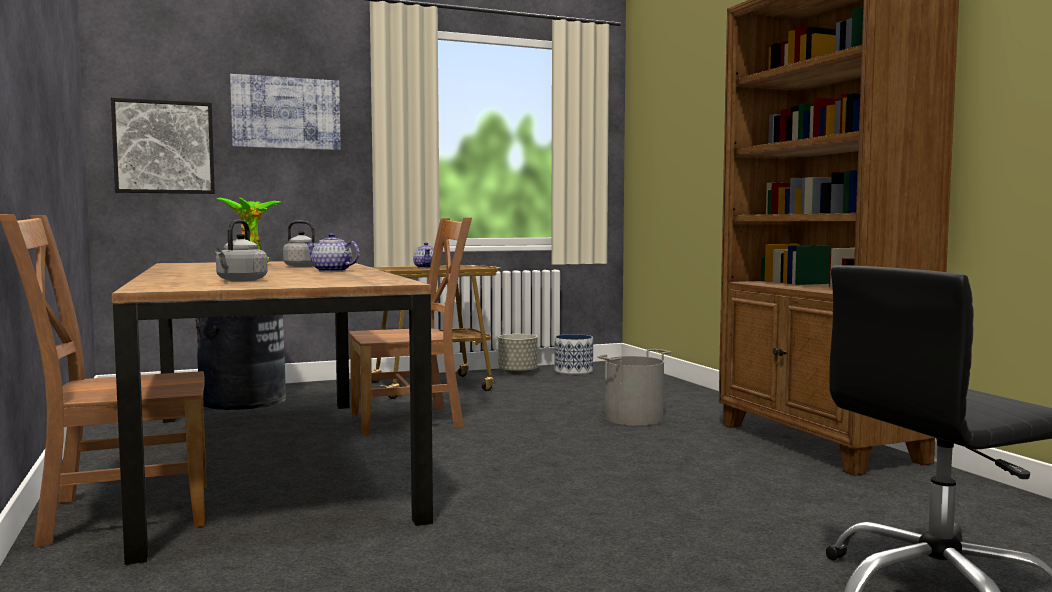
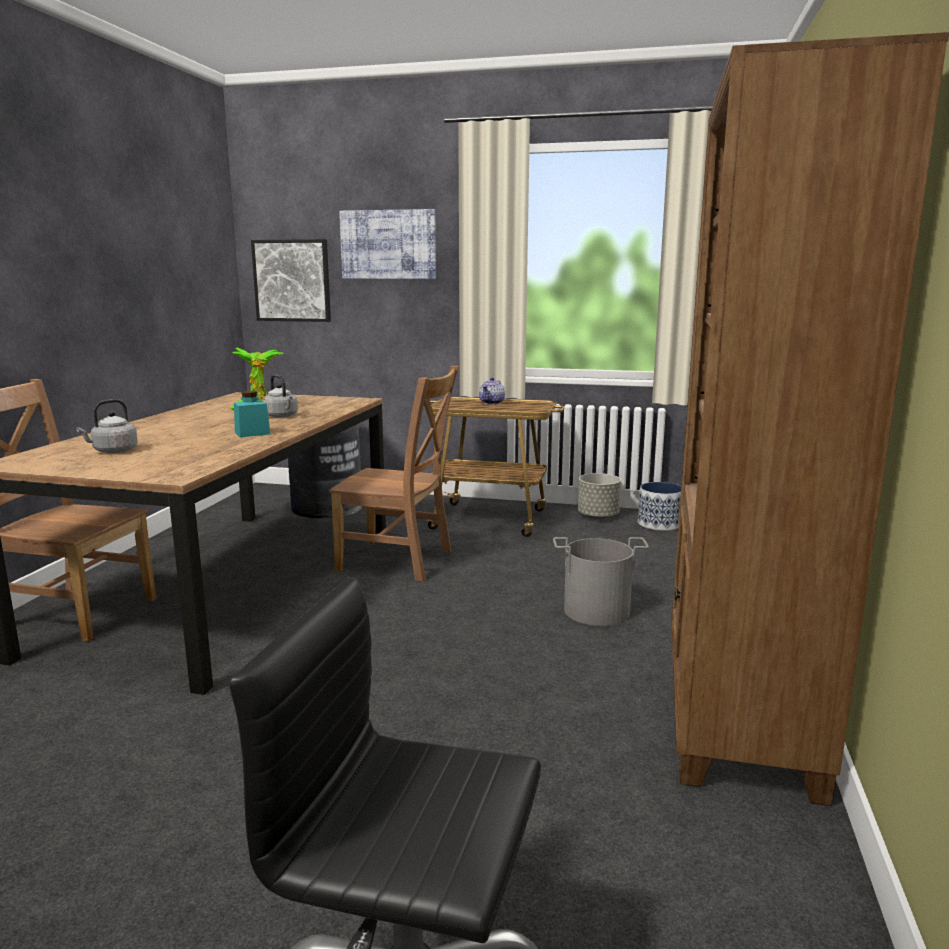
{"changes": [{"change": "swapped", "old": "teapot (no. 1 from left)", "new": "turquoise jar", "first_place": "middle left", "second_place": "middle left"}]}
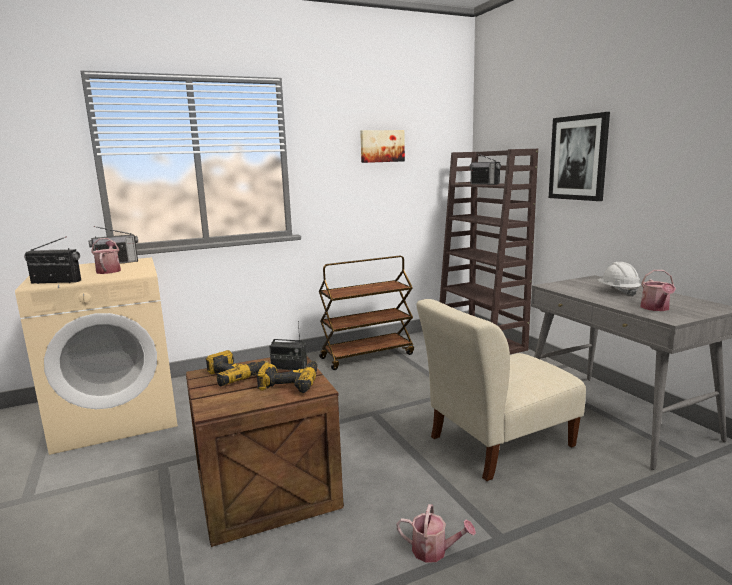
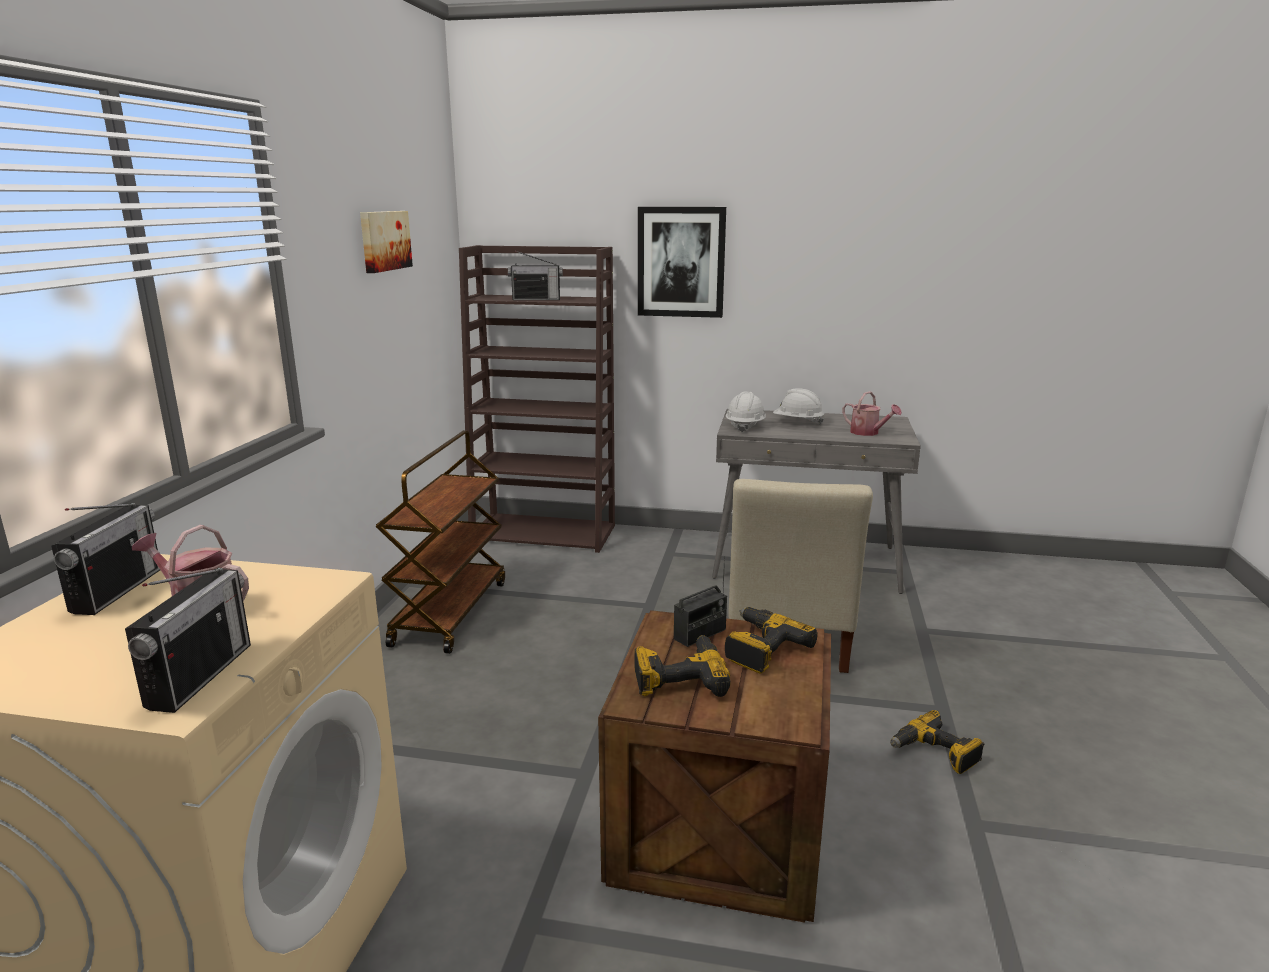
{"changes": [{"change": "rotated", "old": "radio (no. 1 from left in the first image)", "first_place": "middle left", "second_place": "middle left", "degrees": 150}, {"change": "new", "new": "white hard hat (no. 1 from left)", "second_place": "centre"}, {"change": "swapped", "old": "watering can (no. 2 from left)", "new": "power drill (no. 3 from left)", "first_place": "bottom centre", "second_place": "bottom right"}]}
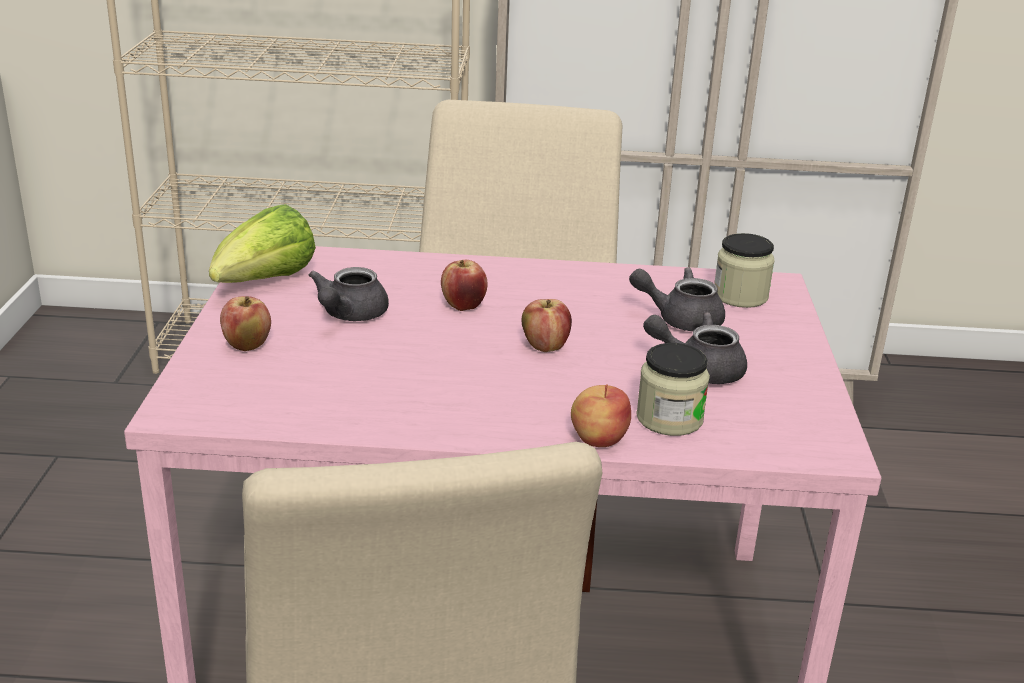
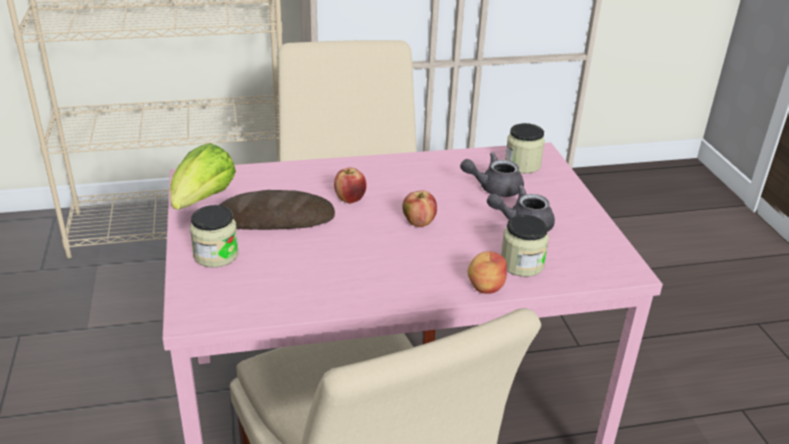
{"changes": [{"change": "swapped", "old": "apple (no. 1 from left)", "new": "jar (no. 1 from left)", "first_place": "middle left", "second_place": "middle left"}, {"change": "swapped", "old": "grey teapot (no. 1 from left)", "new": "bread", "first_place": "centre", "second_place": "centre"}]}
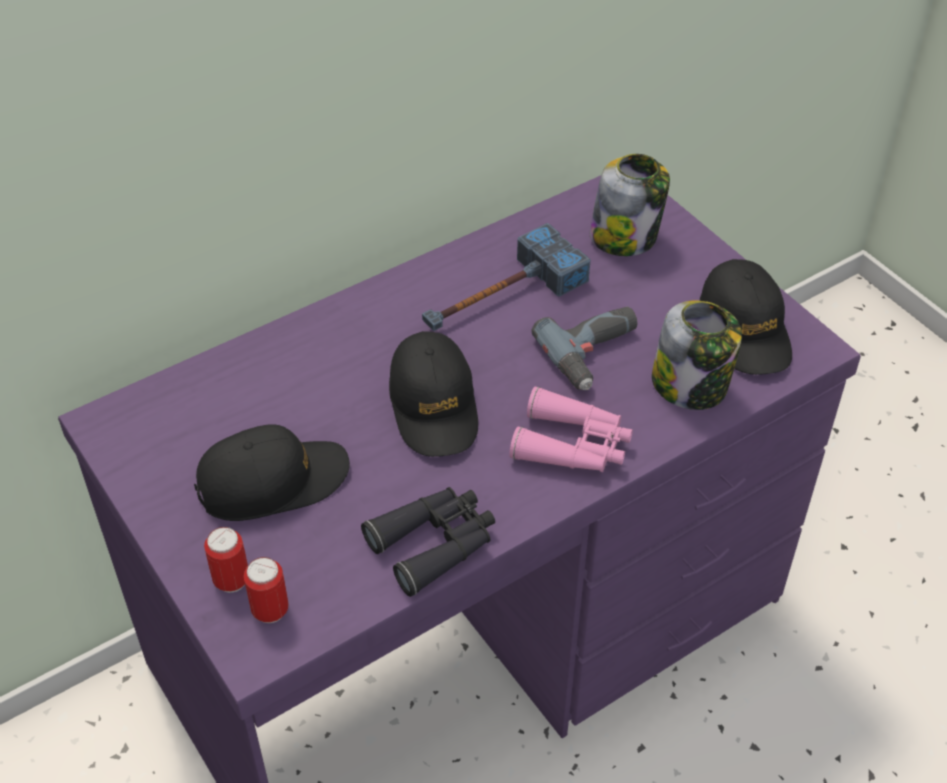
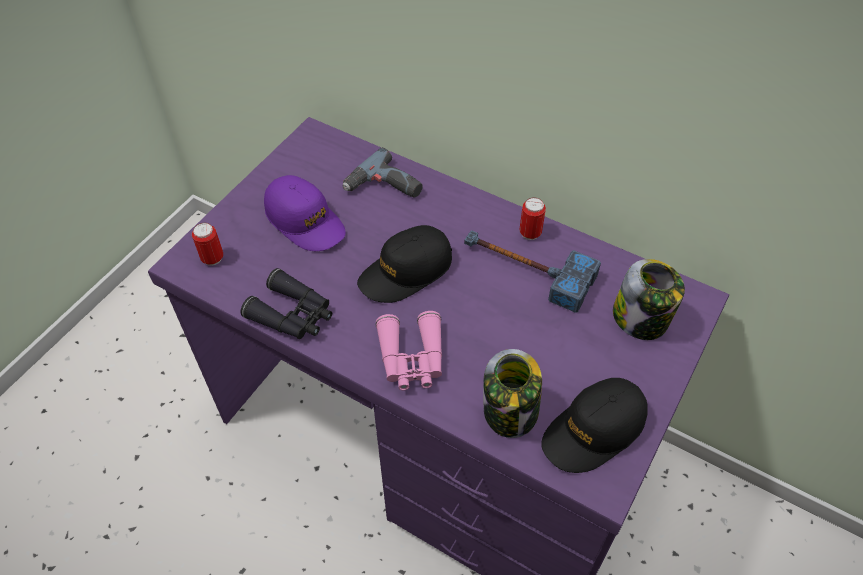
{"changes": [{"change": "repainted", "old": "black cap (no. 1 from left)", "new": "purple cap", "first_place": "middle left", "second_place": "centre"}, {"change": "shifted", "old": "power drill", "first_place": "centre", "second_place": "top centre"}, {"change": "shifted", "old": "can (no. 1 from left in the first image)", "new": "can (no. 2 from left)", "first_place": "bottom left", "second_place": "centre"}]}
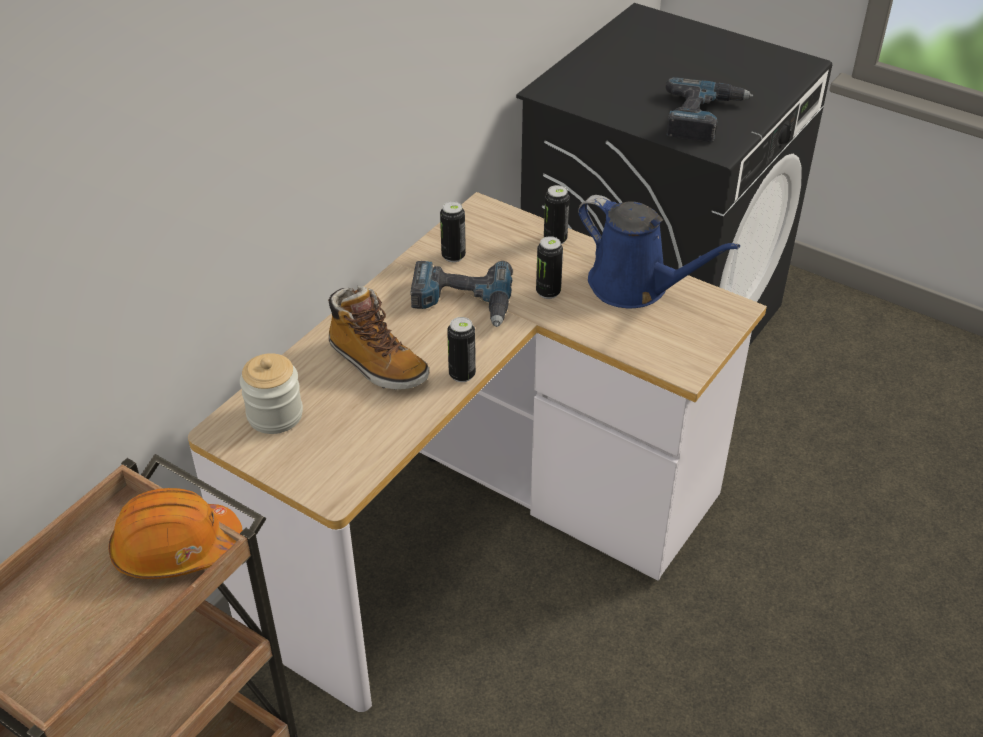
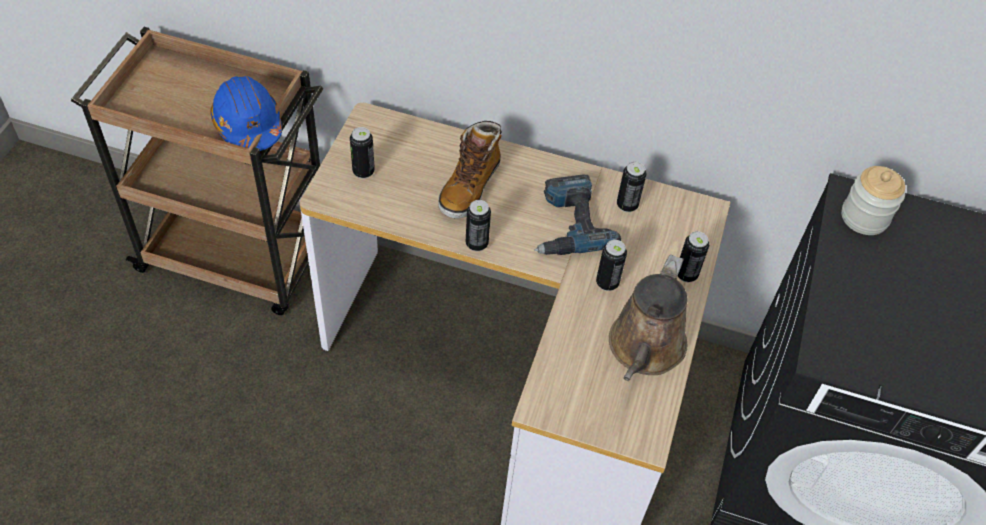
{"changes": [{"change": "repainted", "old": "orange hard hat", "new": "blue hard hat", "first_place": "bottom left", "second_place": "top left"}, {"change": "new", "new": "can (no. 1 from left)", "second_place": "top centre"}, {"change": "repainted", "old": "blue watering can", "new": "brown watering can", "first_place": "middle right", "second_place": "centre"}, {"change": "shifted", "old": "jar", "first_place": "middle left", "second_place": "middle right"}, {"change": "gone", "old": "power drill (no. 2 from left)", "first_place": "top right"}]}
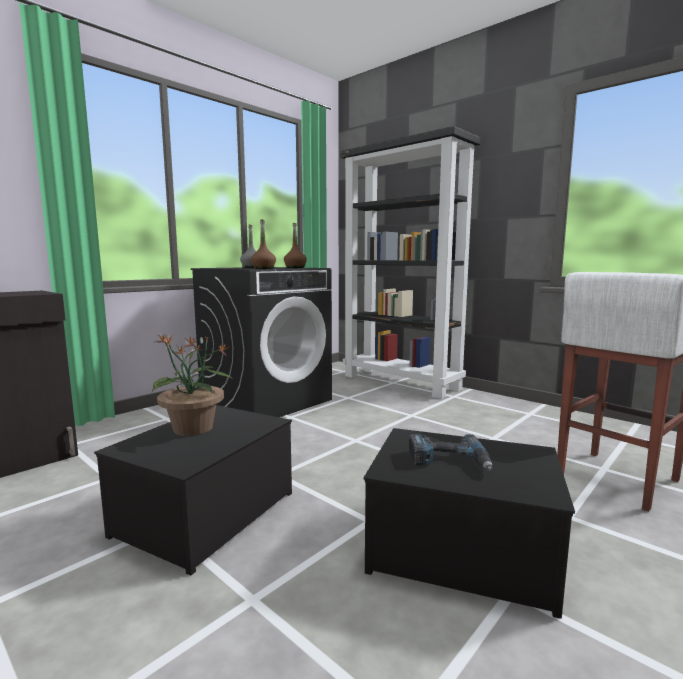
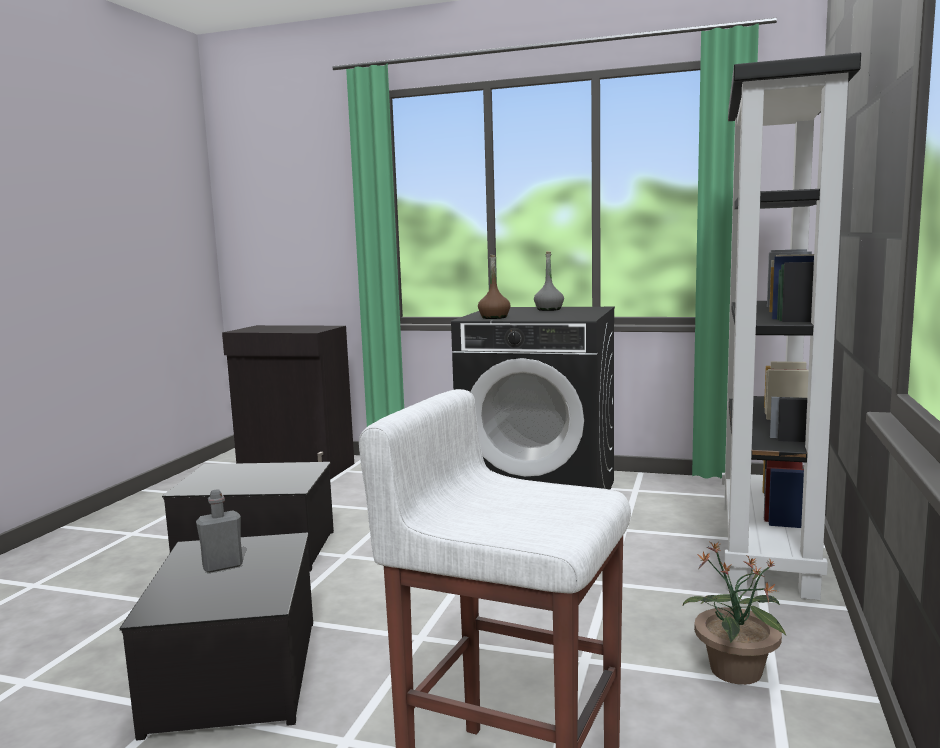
{"changes": [{"change": "swapped", "old": "power drill", "new": "grey bottle (no. 1 from left)", "first_place": "centre", "second_place": "bottom left"}, {"change": "shifted", "old": "potted plant", "first_place": "middle left", "second_place": "bottom right"}, {"change": "gone", "old": "brown bottle (no. 2 from left)", "first_place": "centre"}]}
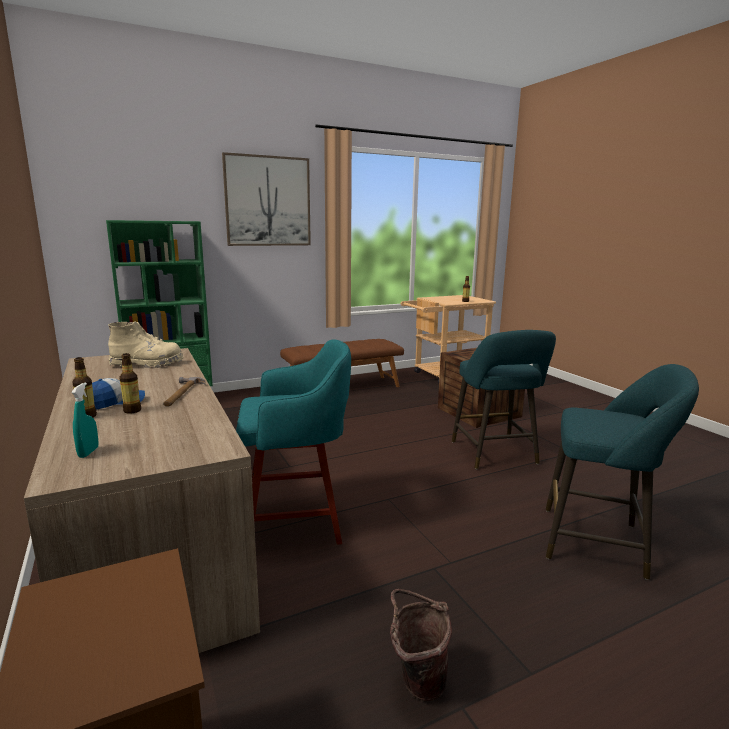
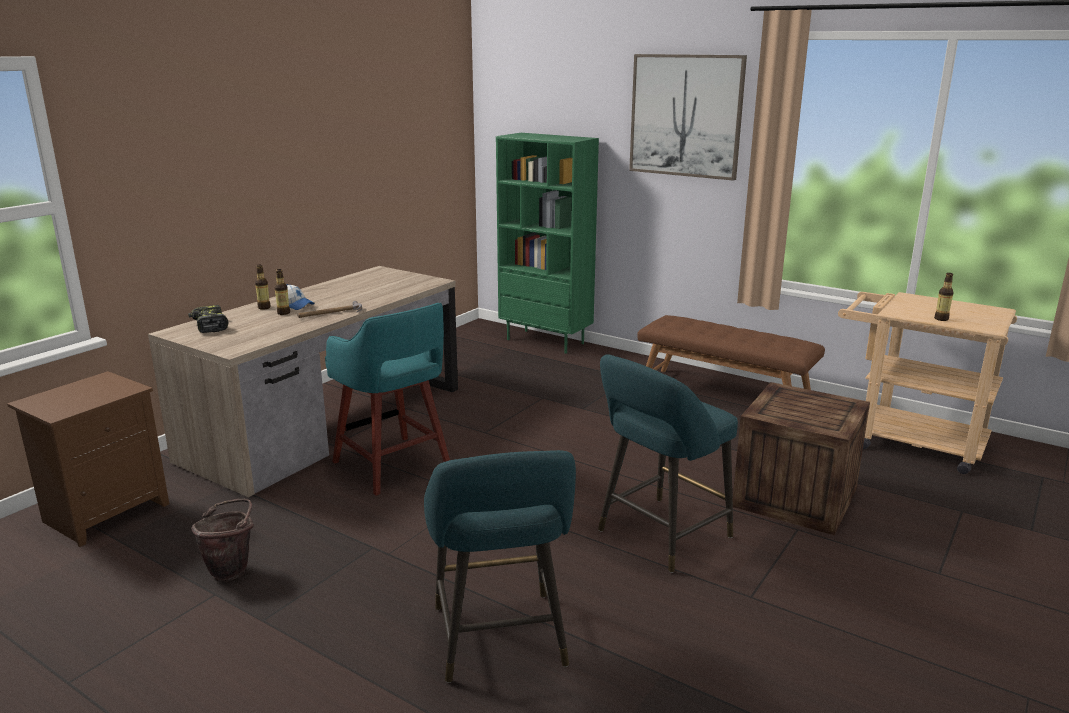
{"changes": [{"change": "swapped", "old": "turquoise spray bottle", "new": "power drill", "first_place": "middle left", "second_place": "middle left"}, {"change": "gone", "old": "beige boot", "first_place": "middle left"}]}
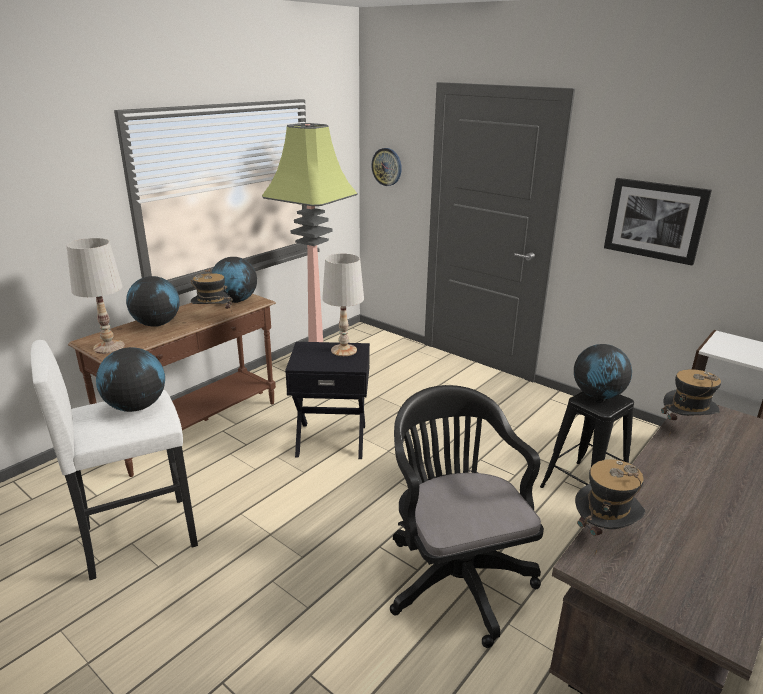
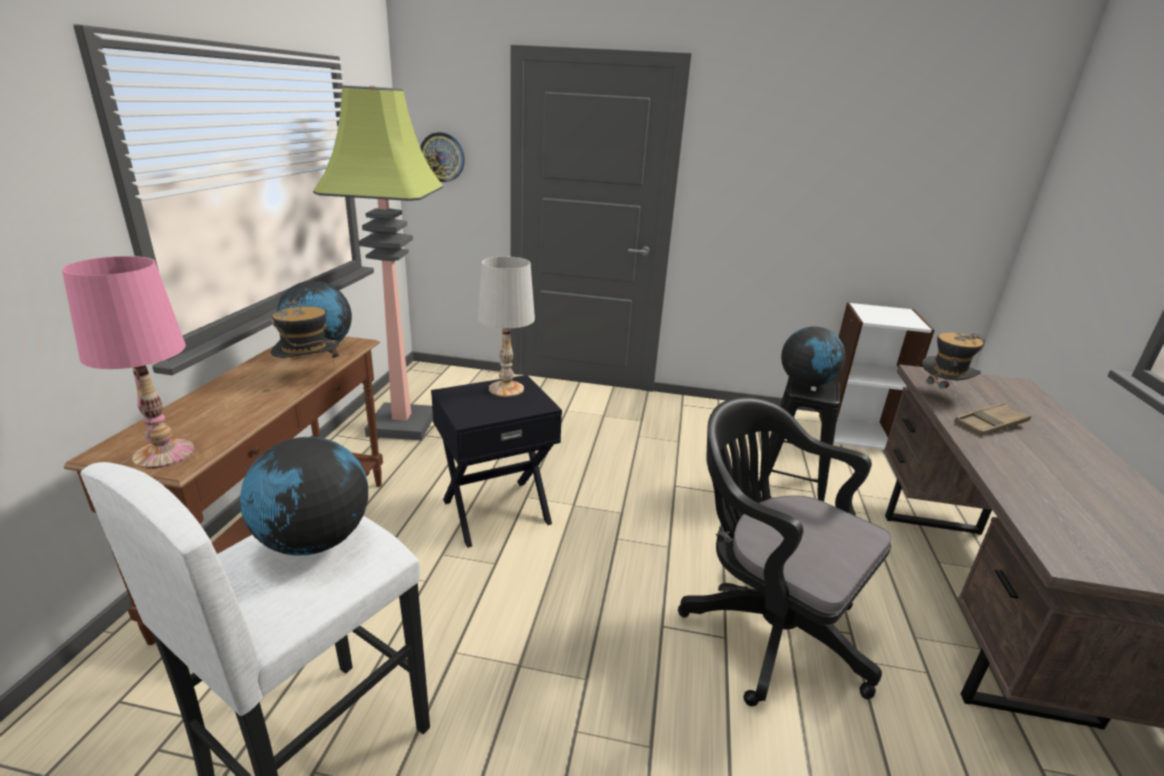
{"changes": [{"change": "repainted", "old": "white table lamp (no. 1 from left)", "new": "pink table lamp", "first_place": "middle left", "second_place": "middle left"}, {"change": "new", "new": "brown tray", "second_place": "middle right"}, {"change": "gone", "old": "globe (no. 2 from left)", "first_place": "middle left"}, {"change": "gone", "old": "hat (no. 2 from left)", "first_place": "bottom right"}, {"change": "gone", "old": "picture", "first_place": "top right"}]}
